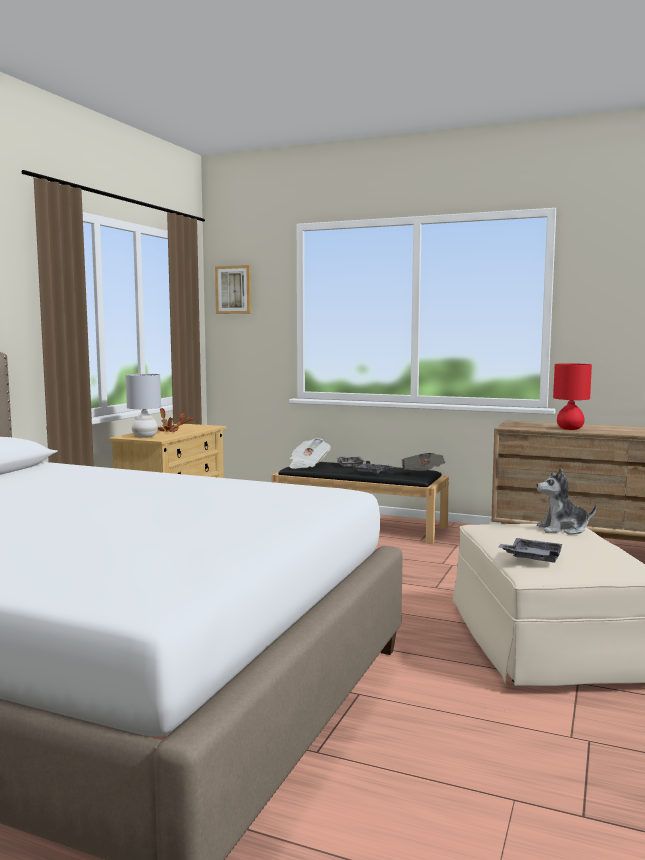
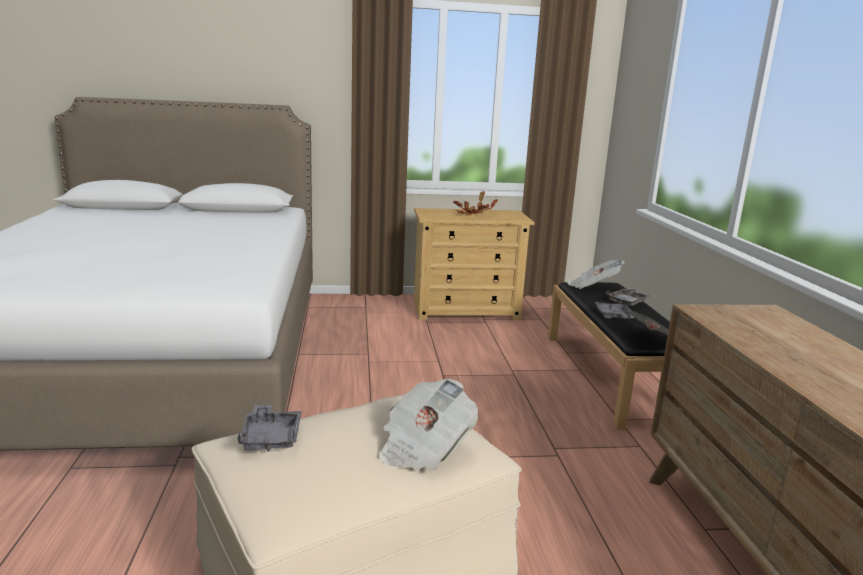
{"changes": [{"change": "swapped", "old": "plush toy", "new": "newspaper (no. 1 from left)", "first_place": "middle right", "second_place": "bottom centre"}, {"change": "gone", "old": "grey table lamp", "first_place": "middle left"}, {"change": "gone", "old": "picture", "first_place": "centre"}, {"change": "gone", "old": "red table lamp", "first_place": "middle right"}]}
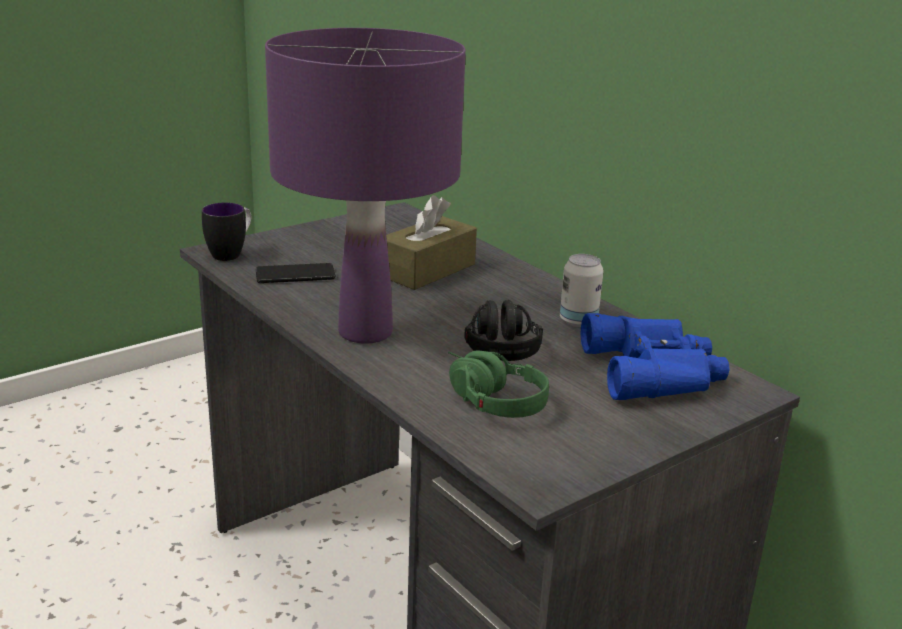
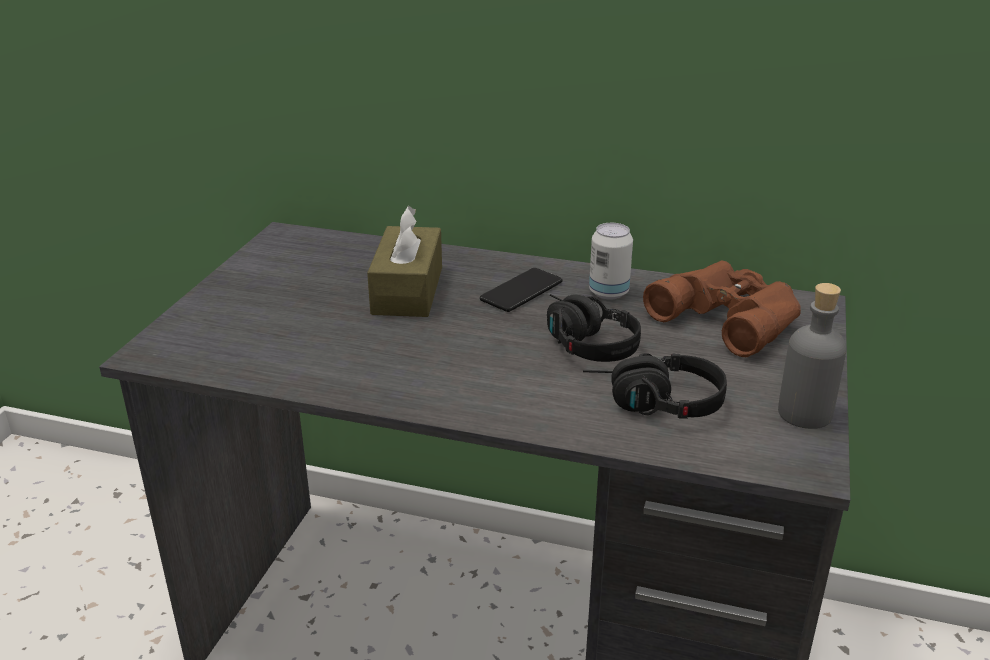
{"changes": [{"change": "shifted", "old": "phone", "first_place": "middle left", "second_place": "centre"}, {"change": "repainted", "old": "green headphones", "new": "black headphones (no. 2 from left)", "first_place": "centre", "second_place": "centre"}, {"change": "repainted", "old": "blue binoculars", "new": "brown binoculars", "first_place": "middle right", "second_place": "middle right"}, {"change": "new", "new": "grey bottle", "second_place": "middle right"}, {"change": "gone", "old": "mug", "first_place": "middle left"}, {"change": "gone", "old": "purple table lamp", "first_place": "top centre"}]}
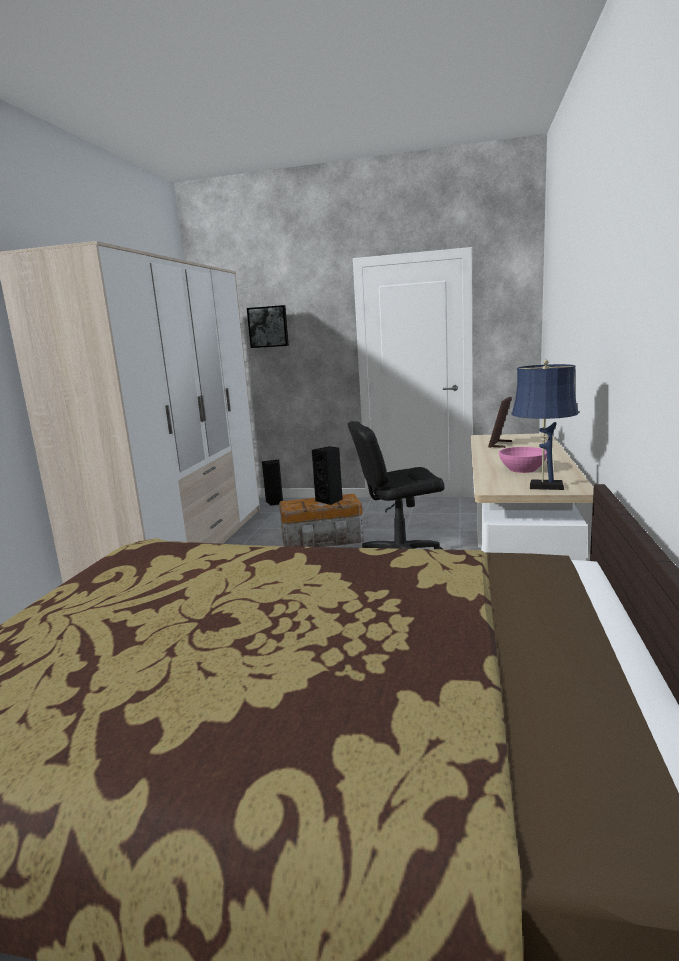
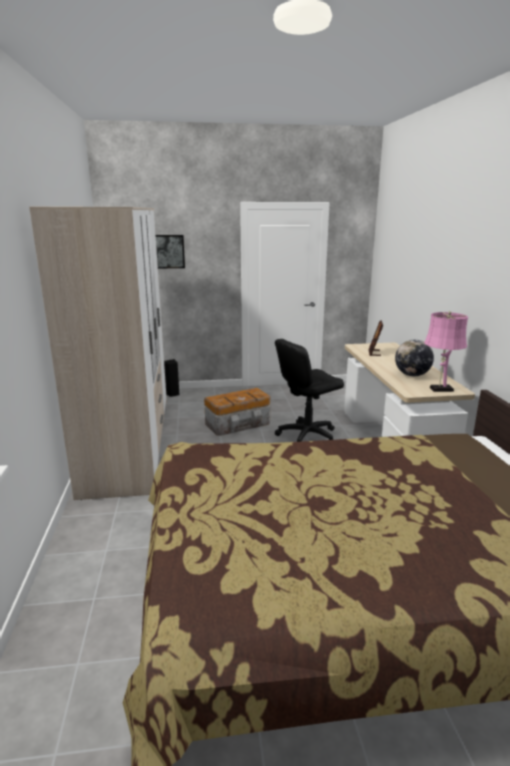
{"changes": [{"change": "swapped", "old": "pink bowl", "new": "globe", "first_place": "middle right", "second_place": "middle right"}, {"change": "repainted", "old": "blue table lamp", "new": "pink table lamp", "first_place": "middle right", "second_place": "middle right"}, {"change": "gone", "old": "black speaker (no. 2 from left)", "first_place": "centre"}]}
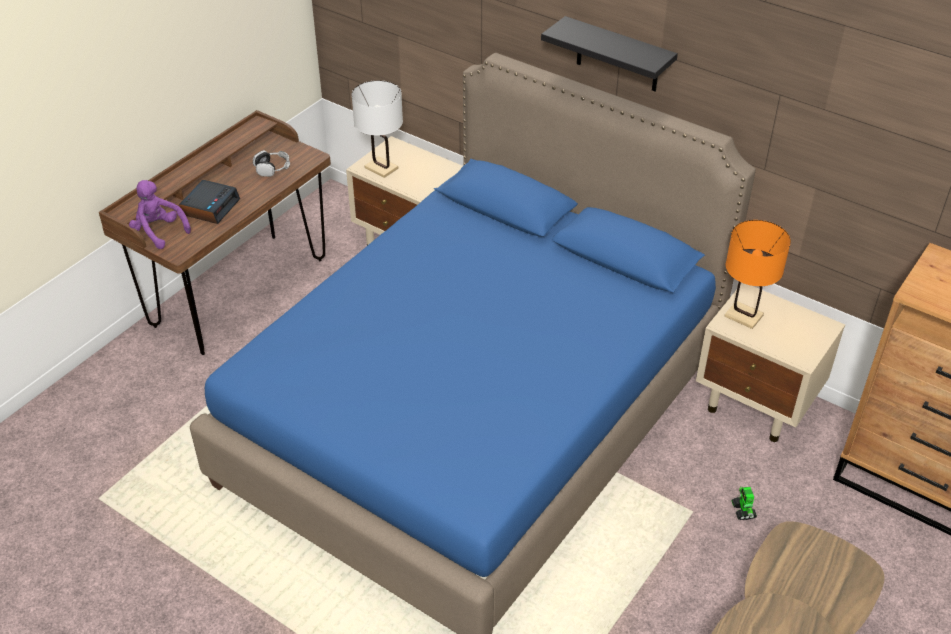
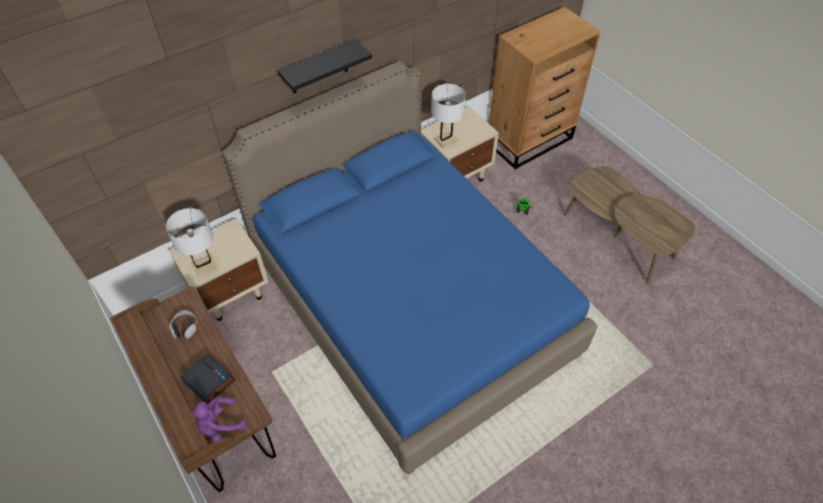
{"changes": [{"change": "repainted", "old": "orange table lamp", "new": "white table lamp (no. 2 from left)", "first_place": "middle right", "second_place": "top centre"}]}
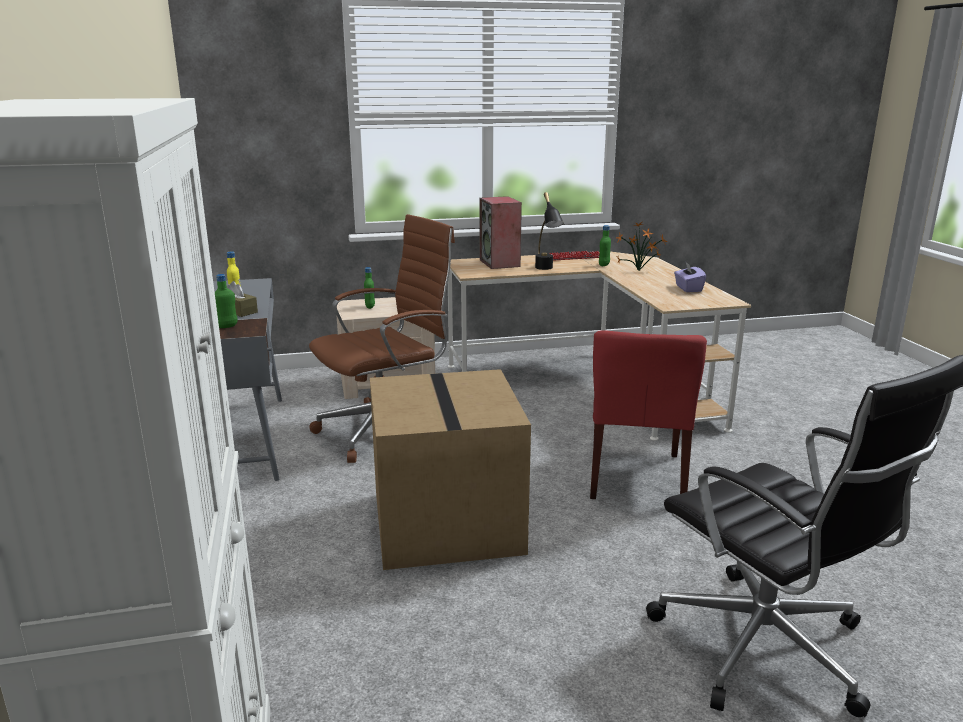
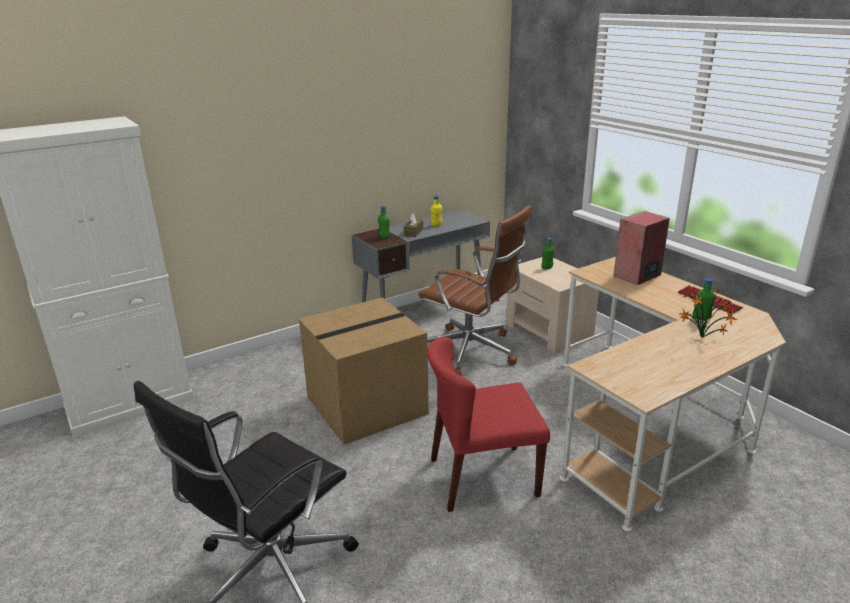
{"changes": [{"change": "gone", "old": "black table lamp", "first_place": "top centre"}, {"change": "gone", "old": "purple tissue box", "first_place": "middle right"}]}
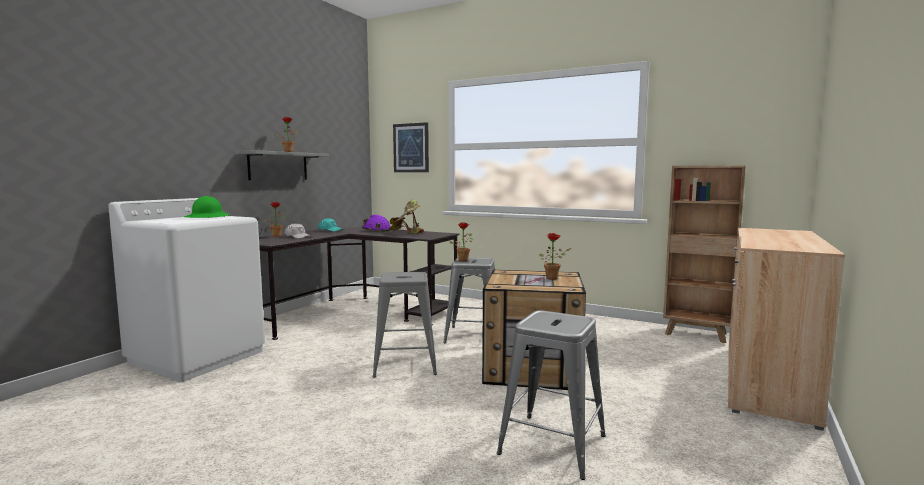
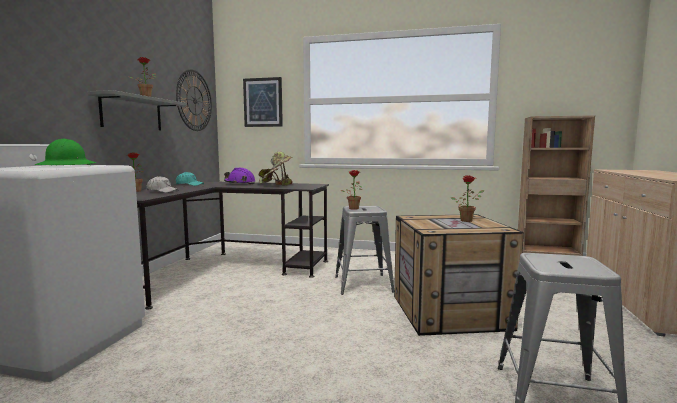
{"changes": [{"change": "new", "new": "wall clock", "second_place": "top left"}, {"change": "gone", "old": "grey stool (no. 1 from left)", "first_place": "bottom centre"}]}
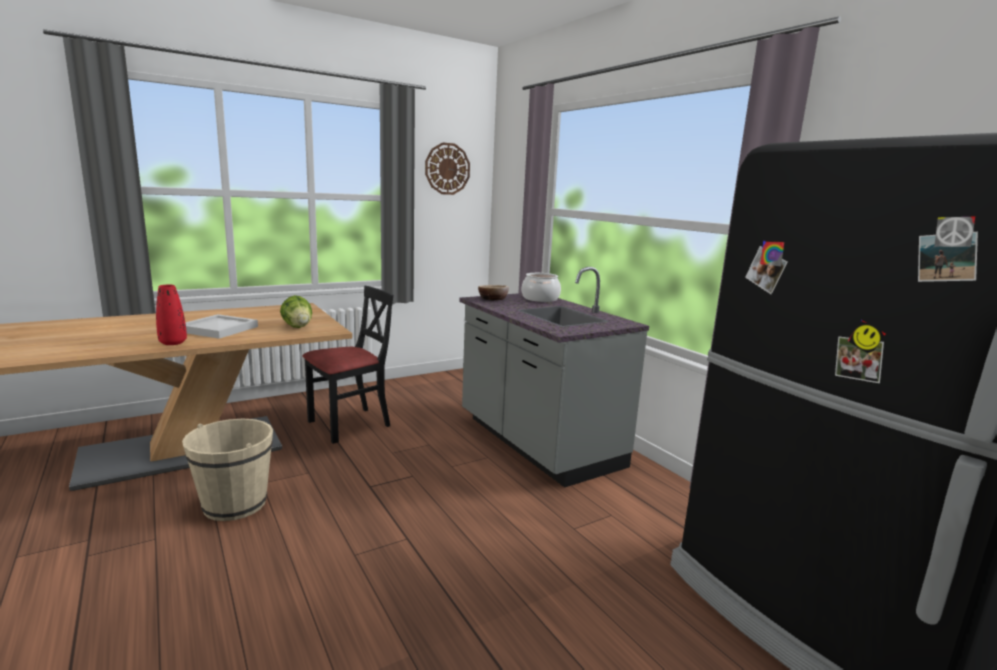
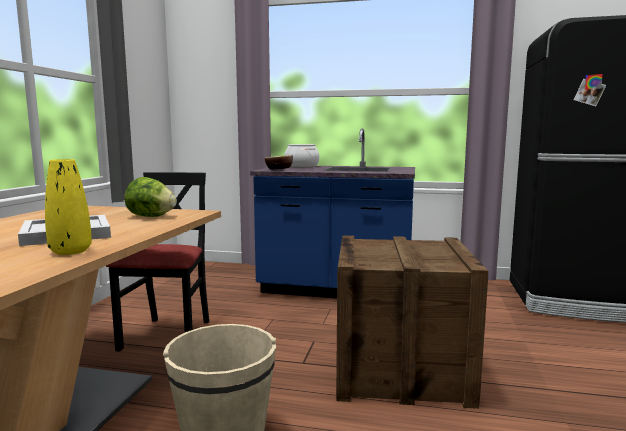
{"changes": [{"change": "repainted", "old": "red vase", "new": "yellow vase", "first_place": "middle left", "second_place": "middle left"}, {"change": "repainted", "old": "grey counter", "new": "blue counter", "first_place": "centre", "second_place": "centre"}, {"change": "new", "new": "crate", "second_place": "bottom centre"}, {"change": "gone", "old": "wall clock", "first_place": "top centre"}]}
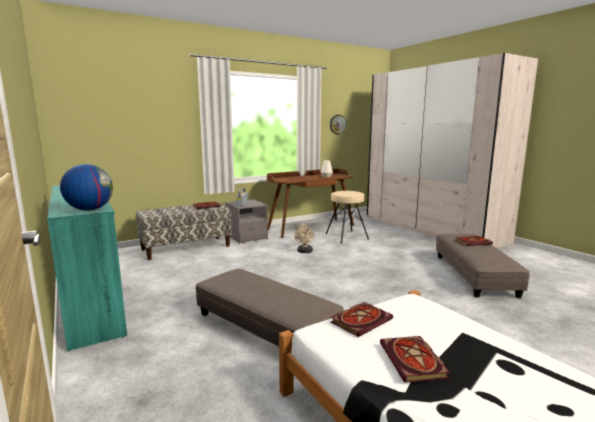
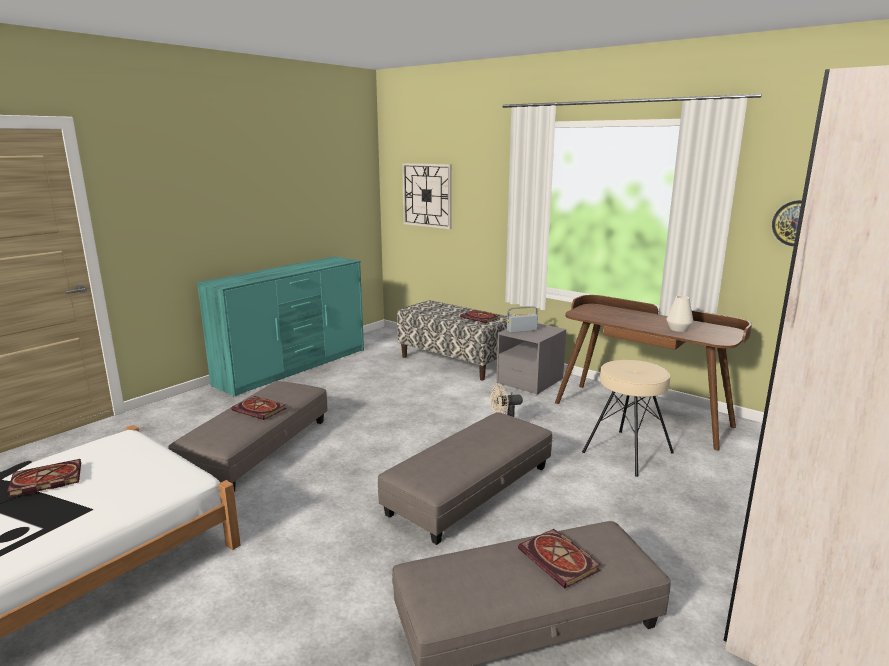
{"changes": [{"change": "shifted", "old": "book (no. 2 from left)", "first_place": "bottom centre", "second_place": "middle left"}, {"change": "new", "new": "grey ottoman (no. 2 from left)", "second_place": "bottom centre"}, {"change": "new", "new": "wall clock (no. 1 from left)", "second_place": "top centre"}, {"change": "gone", "old": "globe", "first_place": "middle left"}]}
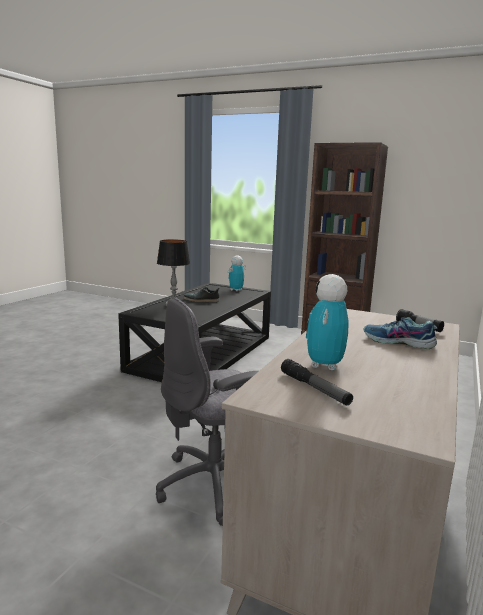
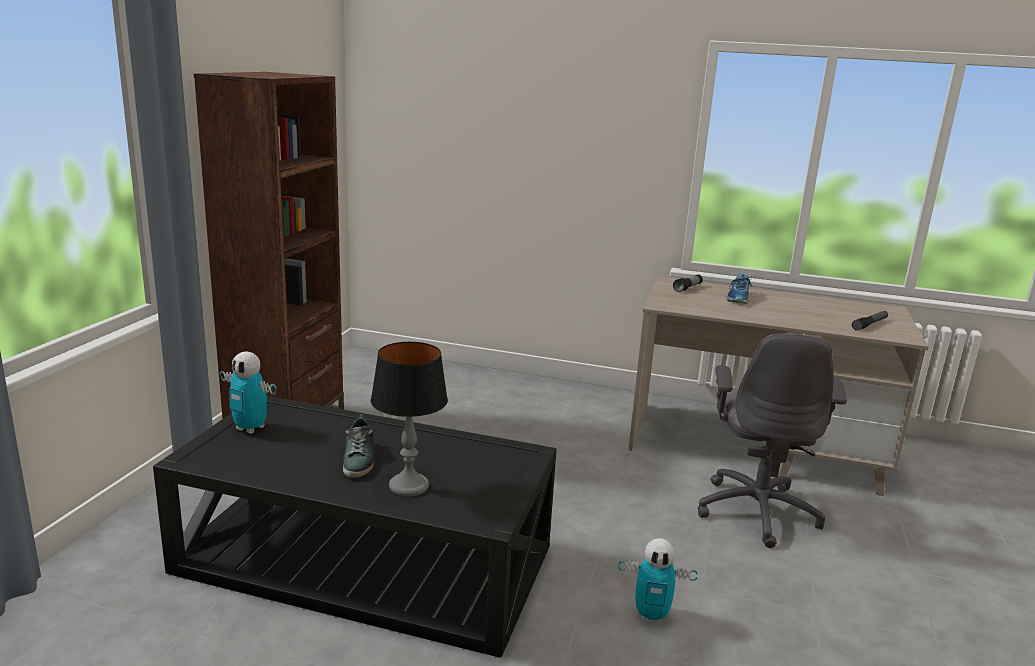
{"changes": [{"change": "shifted", "old": "toy robot (no. 2 from left)", "first_place": "middle right", "second_place": "bottom centre"}, {"change": "rotated", "old": "grey office chair", "first_place": "bottom centre", "second_place": "middle right", "degrees": 45}]}
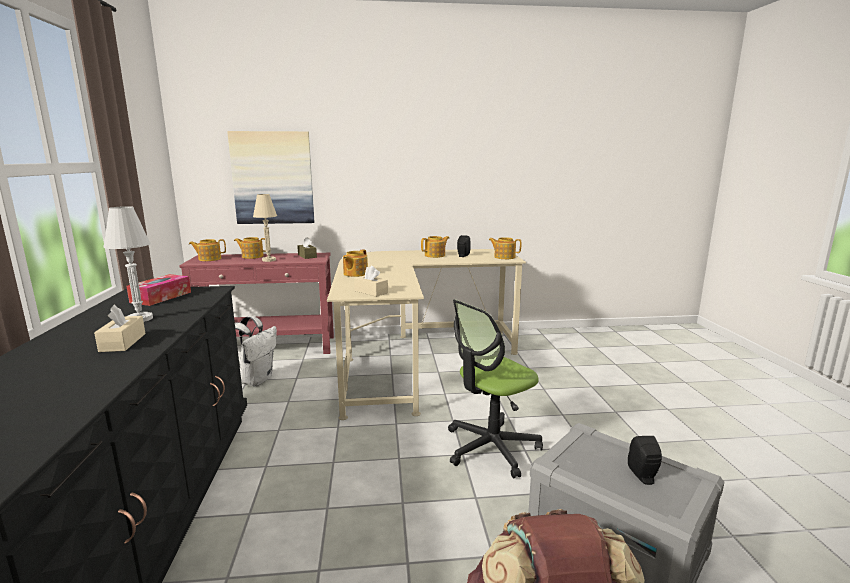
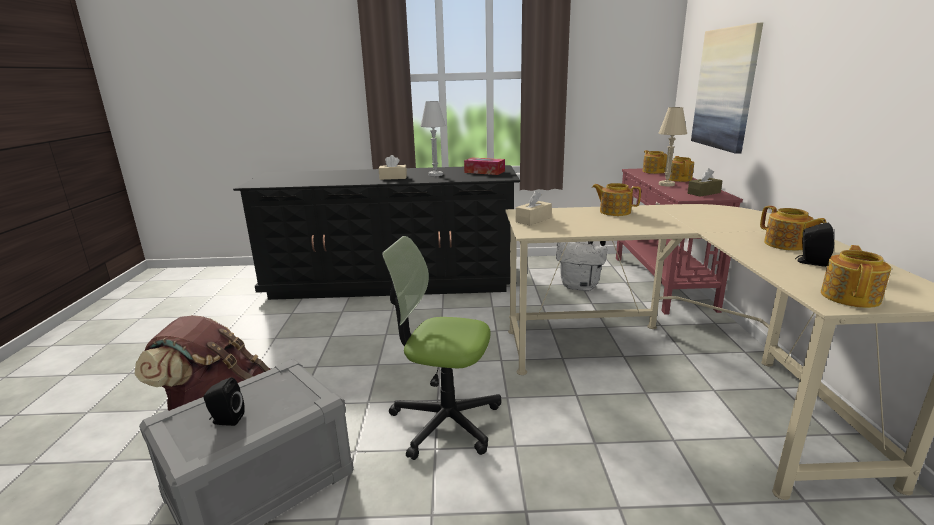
{"changes": [{"change": "rotated", "old": "office chair", "first_place": "centre", "second_place": "centre", "degrees": -45}]}
